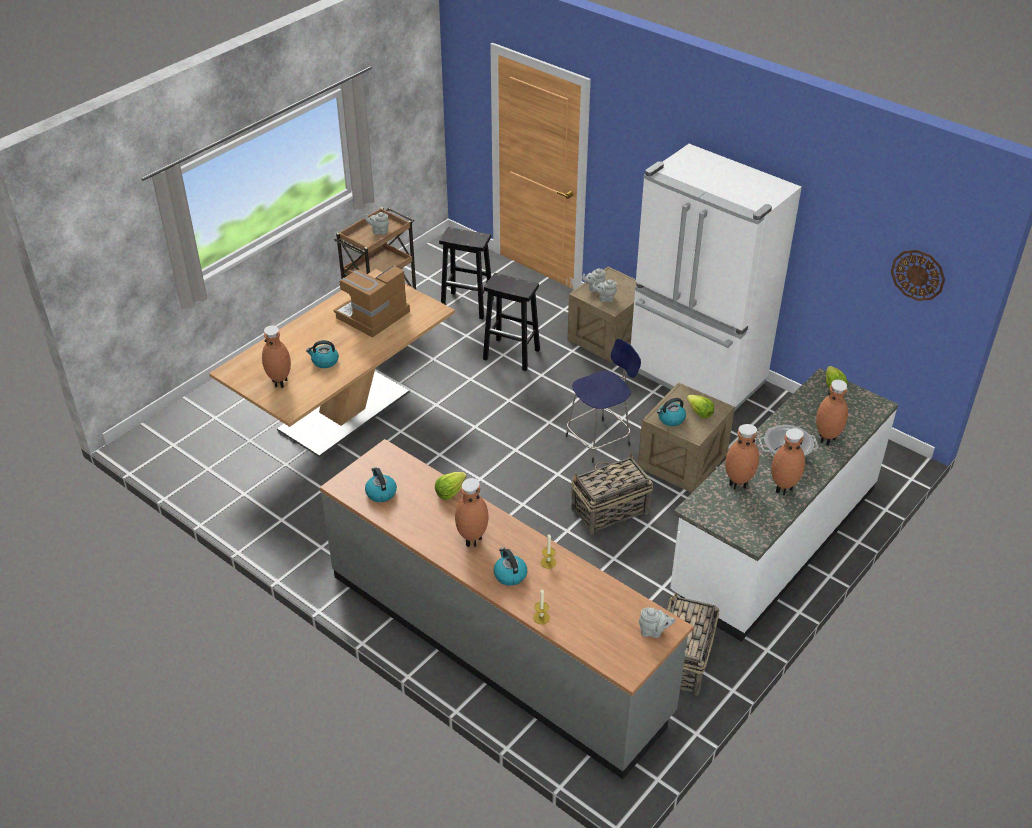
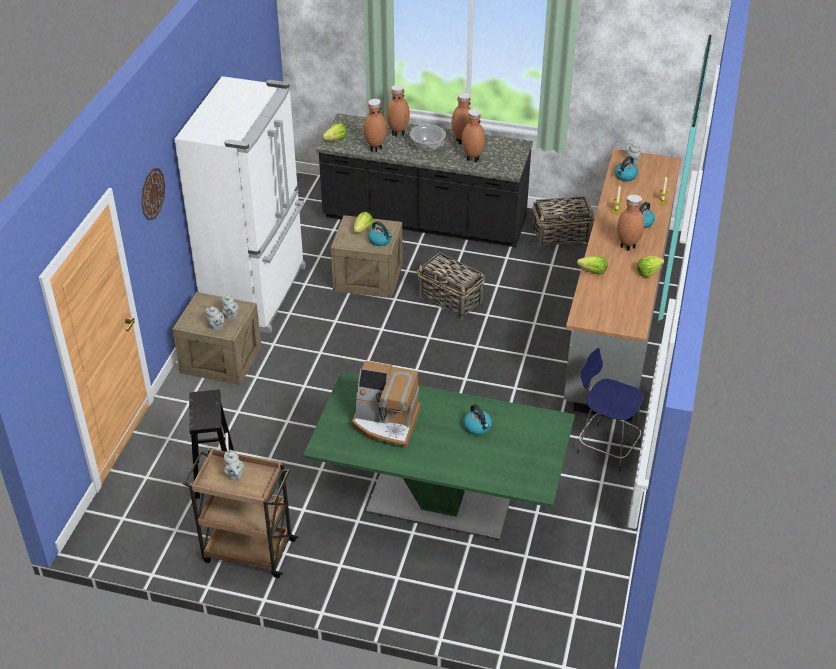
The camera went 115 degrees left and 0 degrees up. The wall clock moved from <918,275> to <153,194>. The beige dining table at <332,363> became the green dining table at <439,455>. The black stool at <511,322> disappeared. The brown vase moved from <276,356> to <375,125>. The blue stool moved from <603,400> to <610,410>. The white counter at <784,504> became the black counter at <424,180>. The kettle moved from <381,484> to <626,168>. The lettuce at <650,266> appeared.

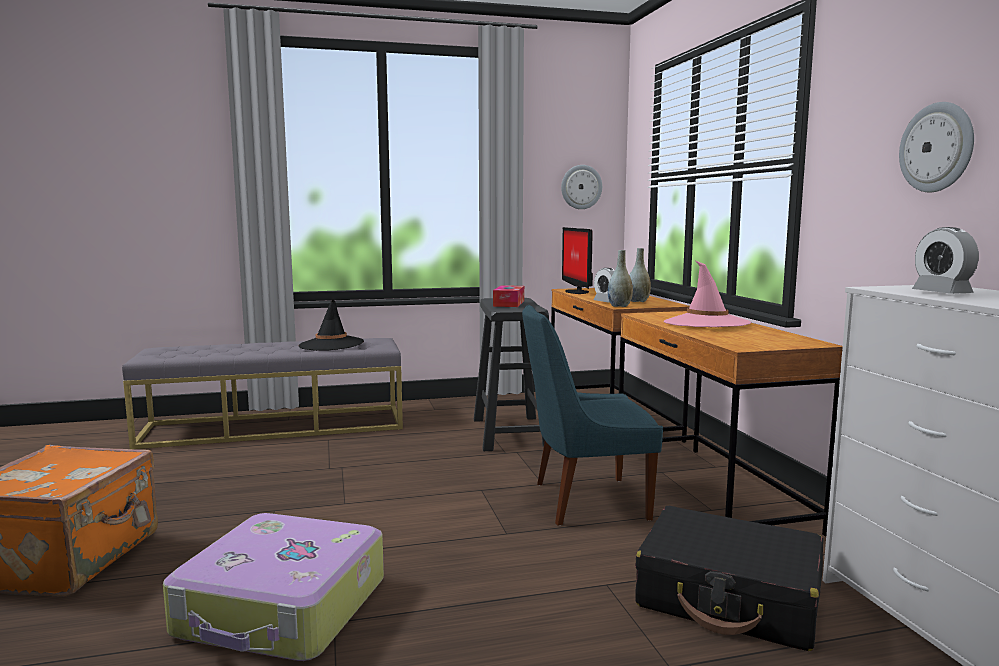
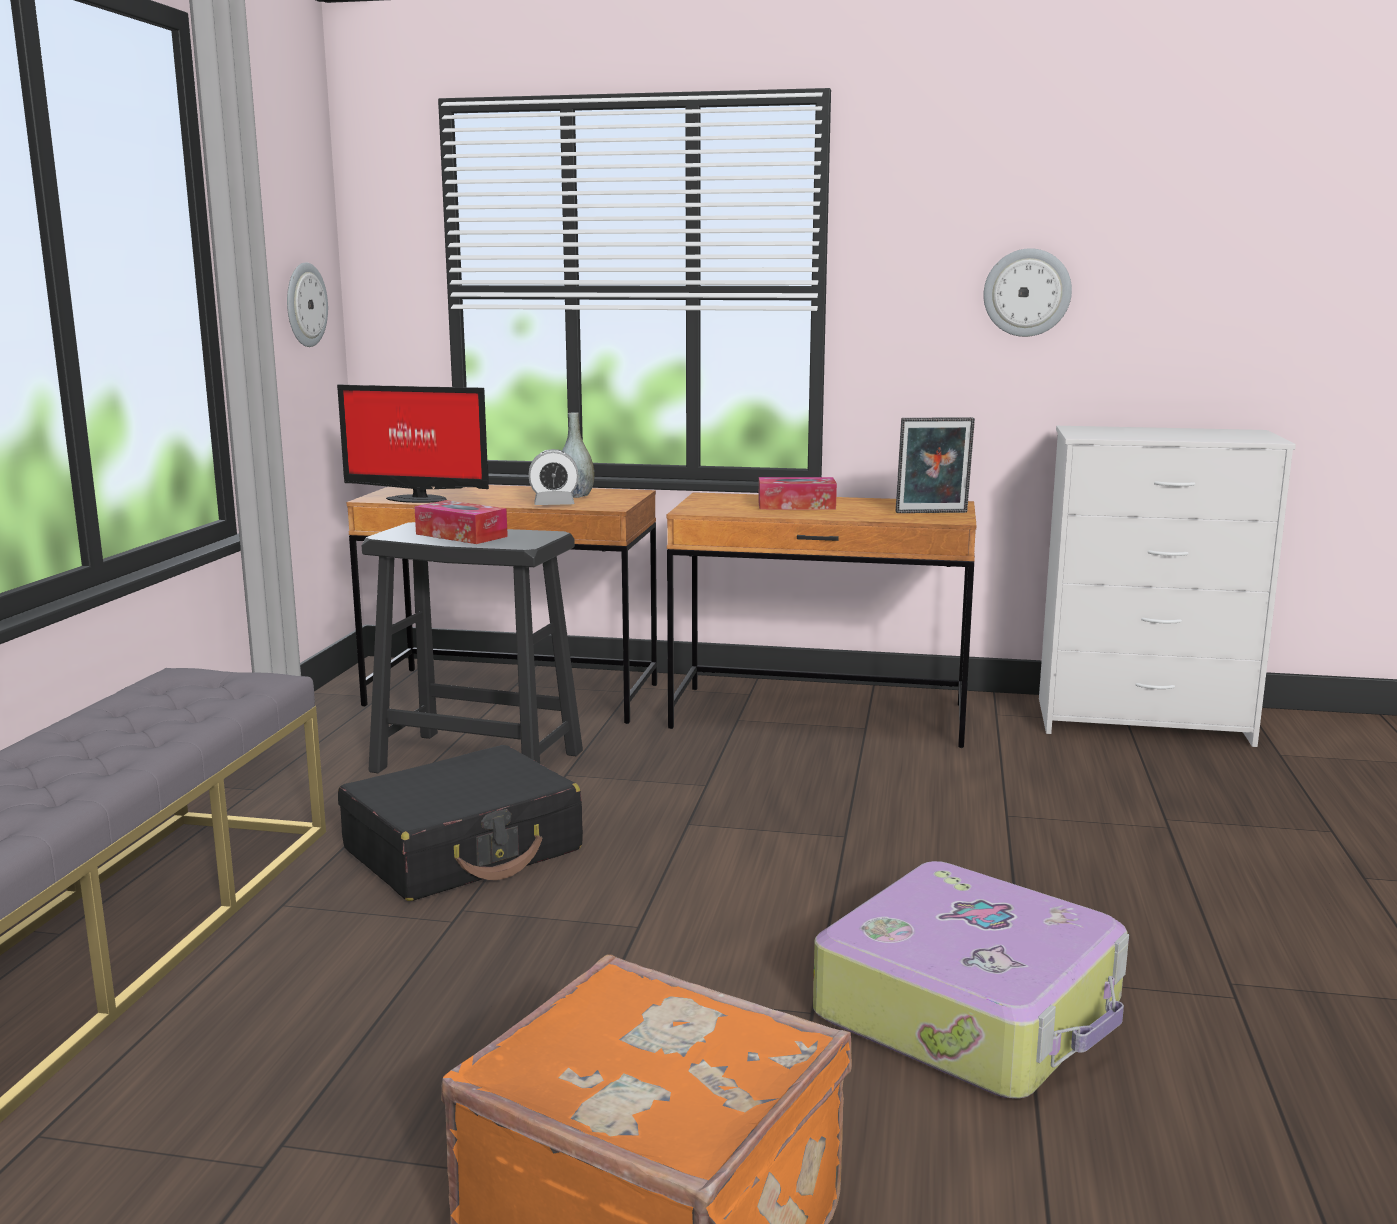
The camera went 65 degrees left and 5 degrees up. The alarm clock at <945,260> disappeared. The grey vase at <620,278> disappeared. The pink hat at <707,294> was replaced by the tissue box at <797,493>. The black hat at <331,325> disappeared. The blue chair at <592,415> disappeared. The black suitcase moved from <729,578> to <460,823>. The picture frame at <935,465> appeared.

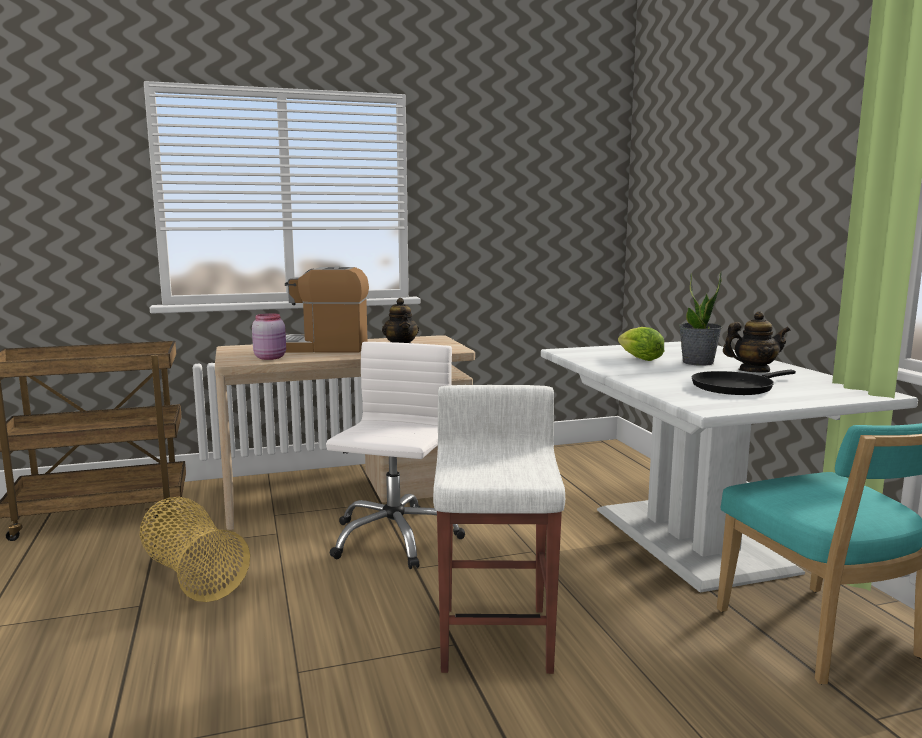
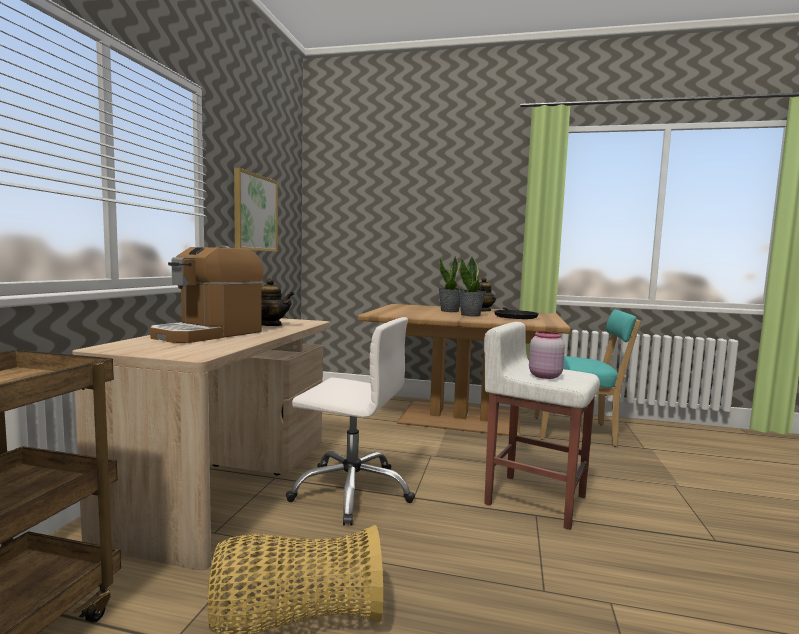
The camera went 60 degrees left and 5 degrees down. The pink jar moved from <269,336> to <547,355>. The lettuce at <641,344> disappeared. The white dining table at <729,467> became the brown dining table at <464,370>. The white office chair at <395,455> turned 150 degrees clockwise. The picture at <256,210> appeared. The potted plant at <472,286> appeared.

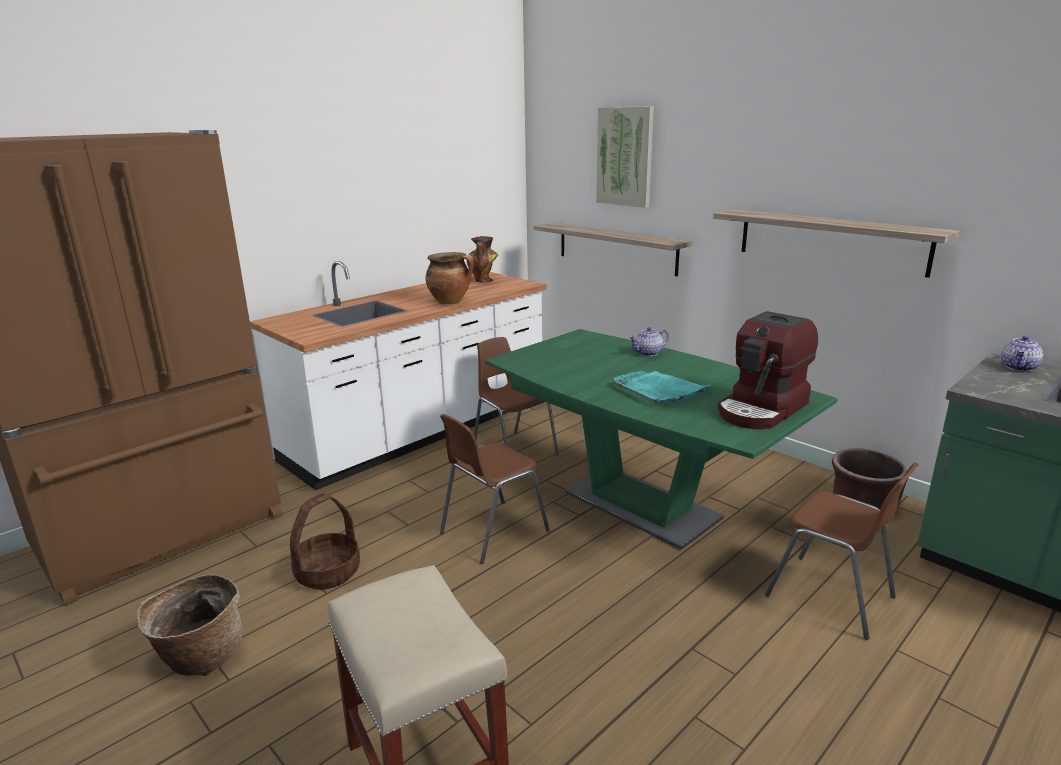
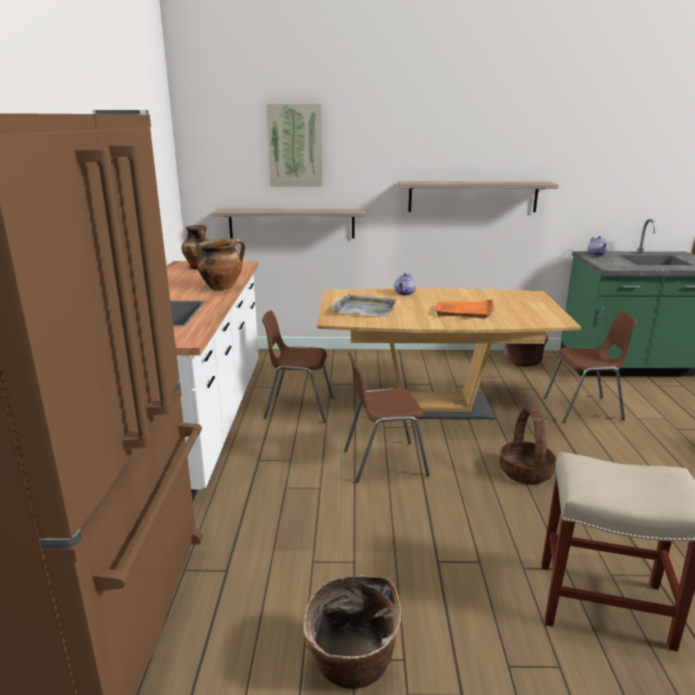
The camera went 45 degrees left and 0 degrees up. The coffee machine at <768,370> disappeared. The green dining table at <661,439> became the brown dining table at <449,353>. The turquoise tray at <662,388> became the orange tray at <464,308>. The brown chair at <495,489> turned 75 degrees clockwise. The basket moved from <325,541> to <528,445>. The grey tray at <364,305> appeared.

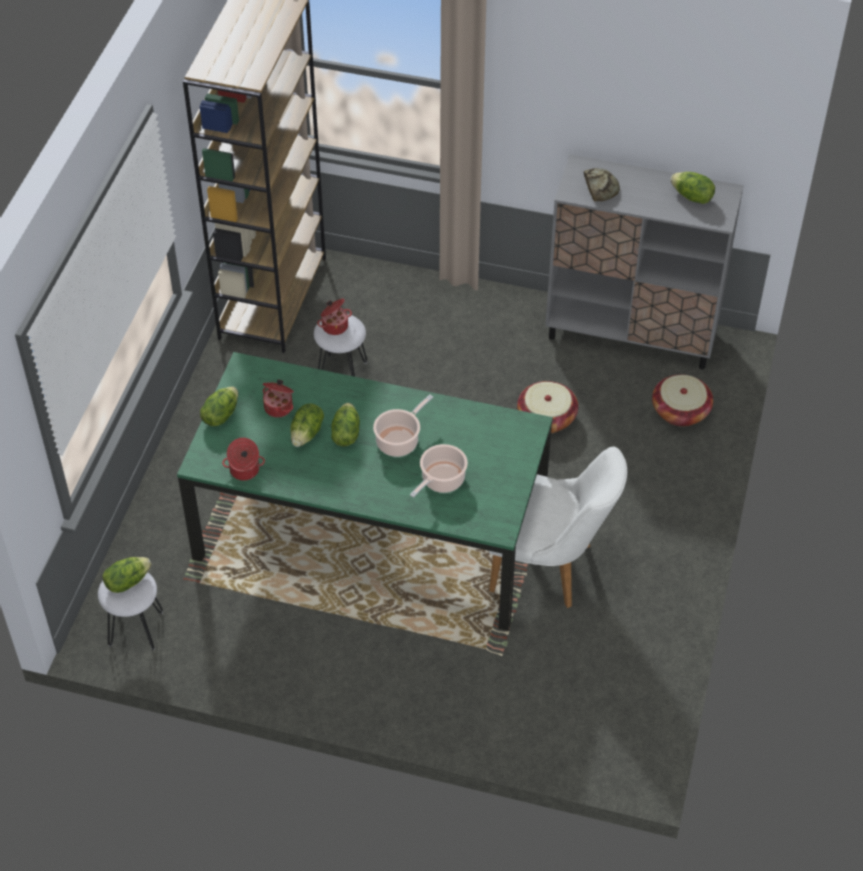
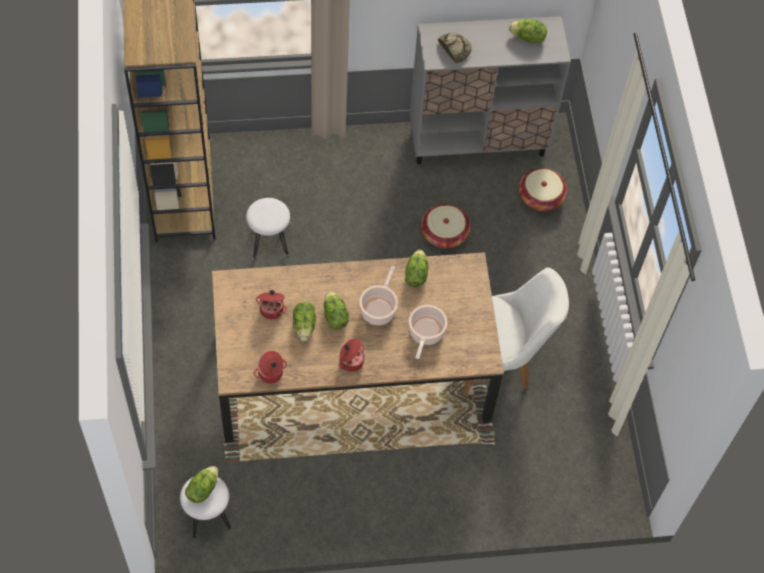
The camera went 25 degrees left and 10 degrees up. The cooking pot moved from <334,316> to <352,355>. The green dining table at <365,491> became the brown dining table at <358,347>. The lettuce moved from <219,406> to <416,268>.

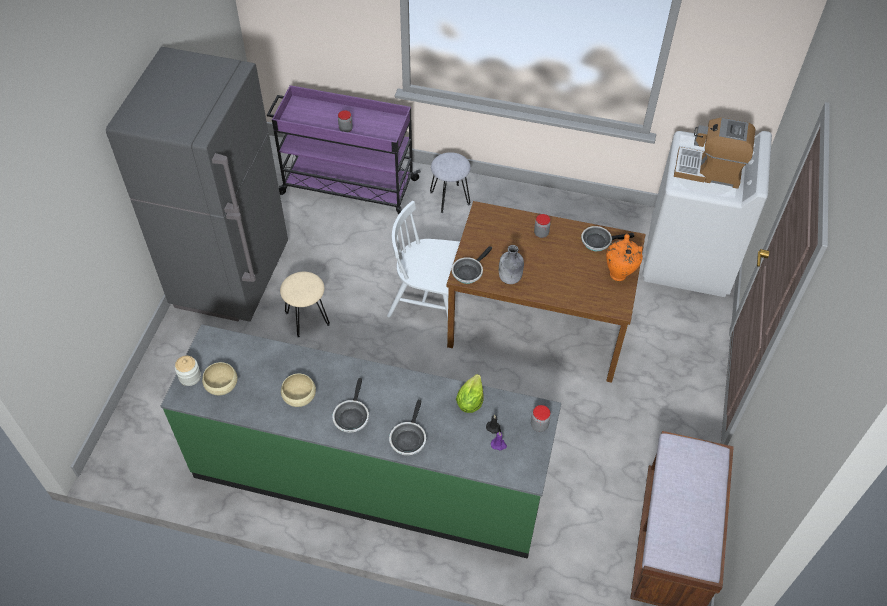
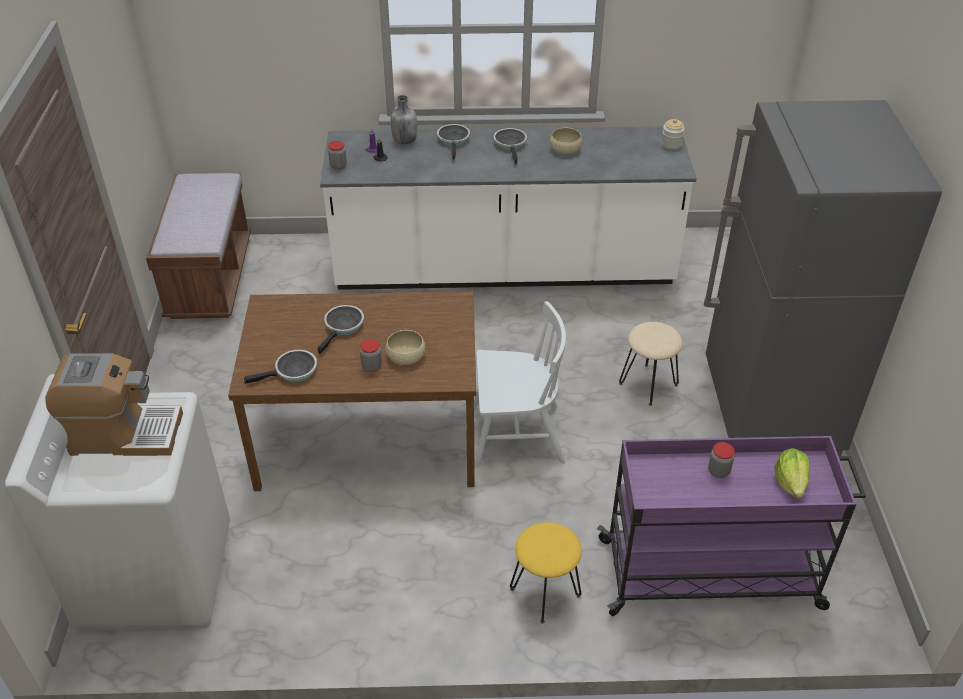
The camera went 165 degrees right and 10 degrees down. The grey stool at <450,182> became the yellow stool at <546,573>. The orange vase at <624,257> disappeared. The grey bottle moved from <511,264> to <404,119>. The frying pan moved from <472,265> to <341,329>. The green counter at <361,441> became the white counter at <508,208>. The beige bowl moved from <220,378> to <405,347>. The lettuce moved from <469,393> to <792,473>.

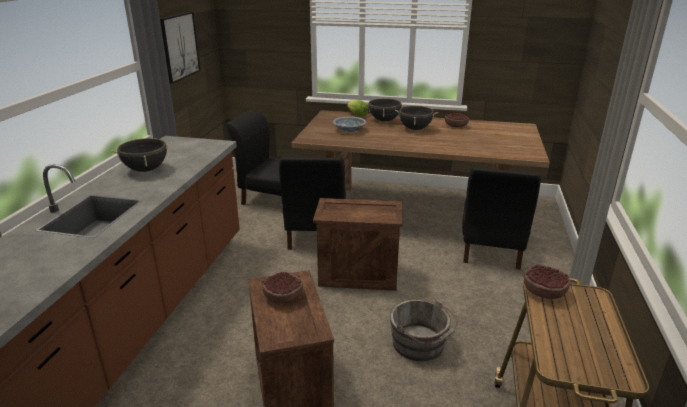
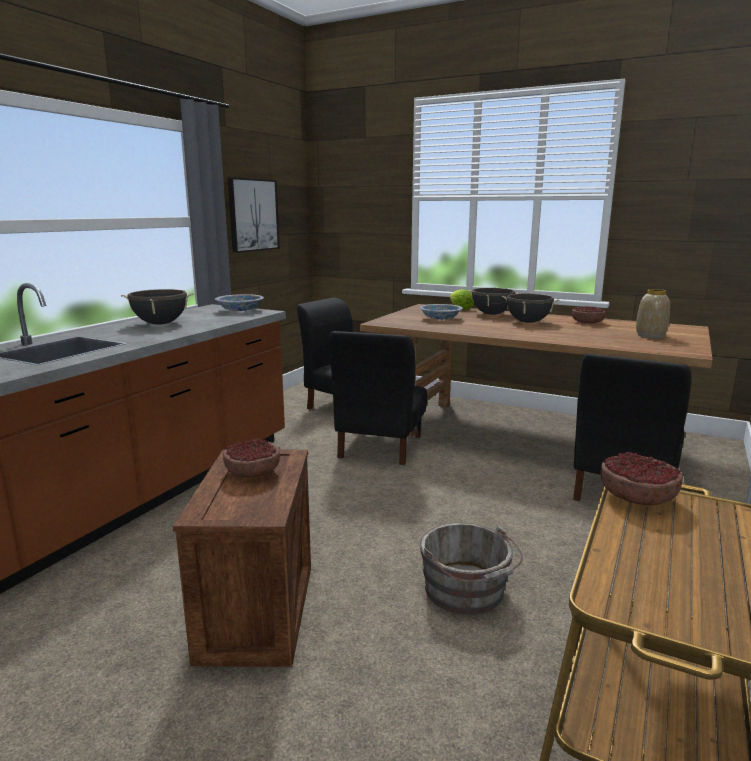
The camera went 15 degrees right and 10 degrees down. The crate at <357,244> disappeared. The vase at <653,314> appeared. The bowl at <239,302> appeared.

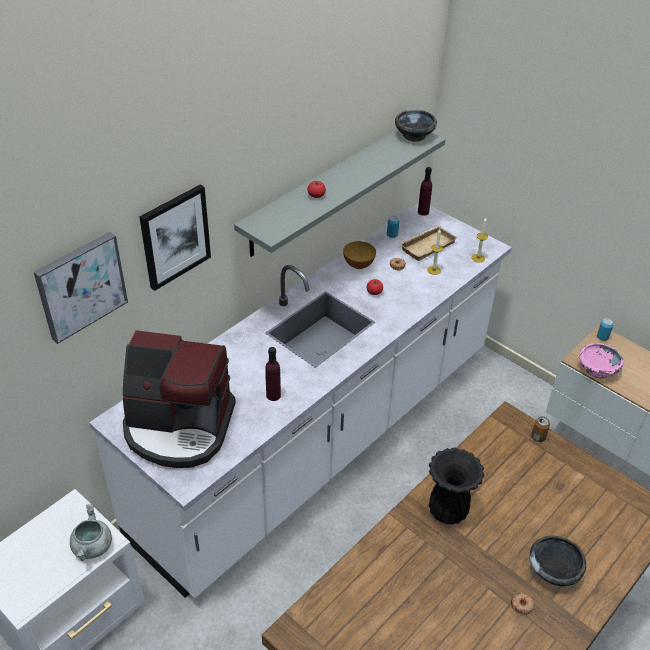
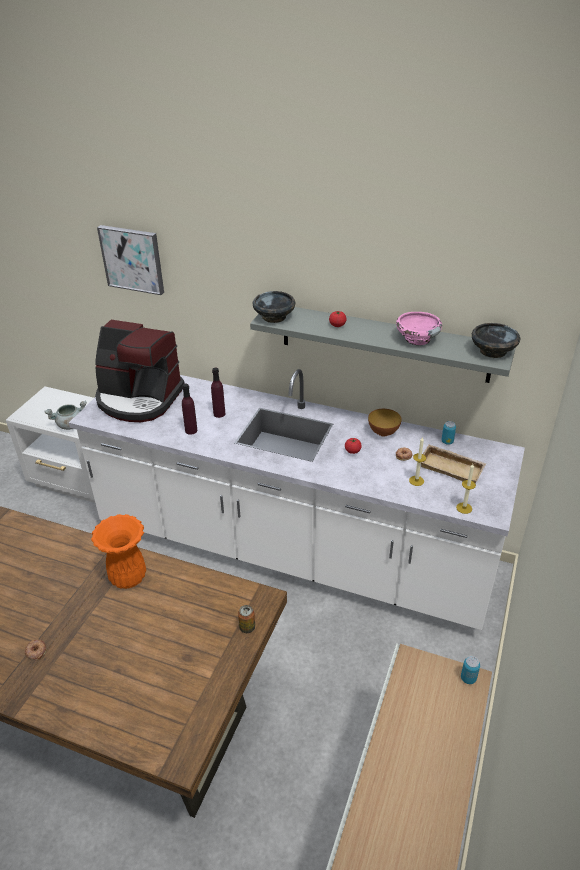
The camera went 70 degrees right and 5 degrees down. The purple bottle moved from <425,191> to <218,393>. The picture at <175,238> disappeared. The coffee machine at <179,399> turned 60 degrees counterclockwise. The pink bowl moved from <601,361> to <419,329>. The black vase at <457,486> became the orange vase at <118,551>. The black bowl moved from <558,561> to <273,307>.

